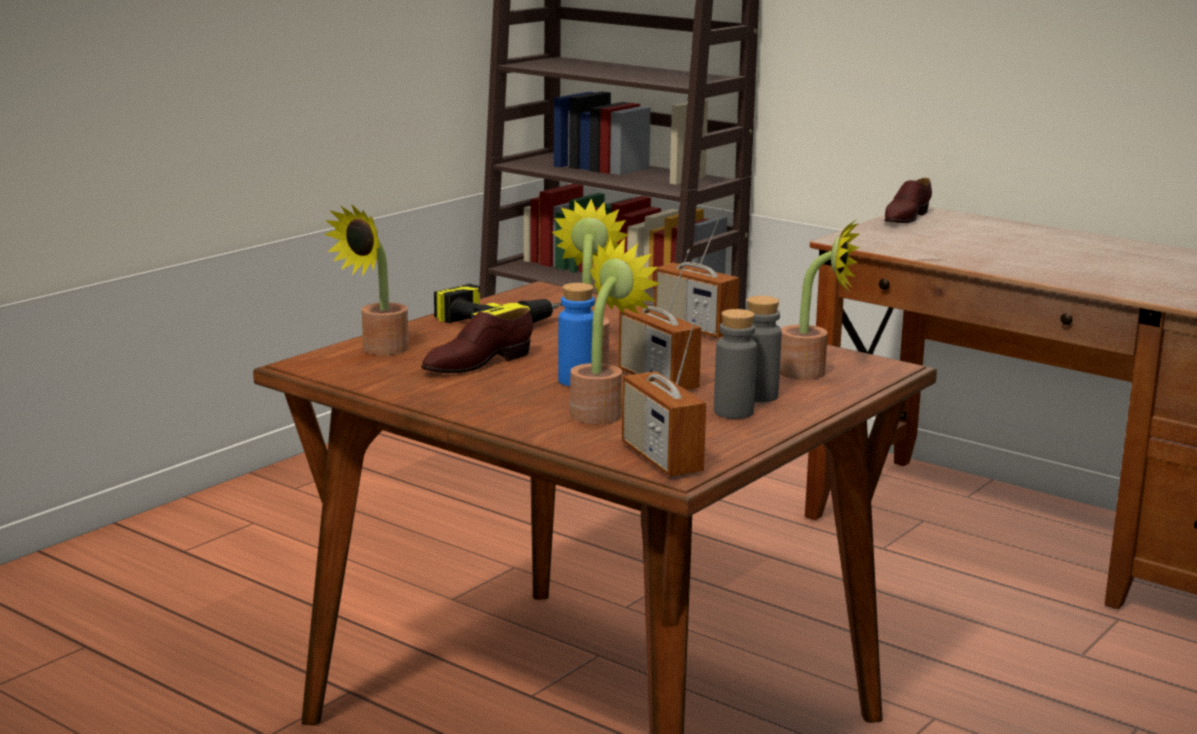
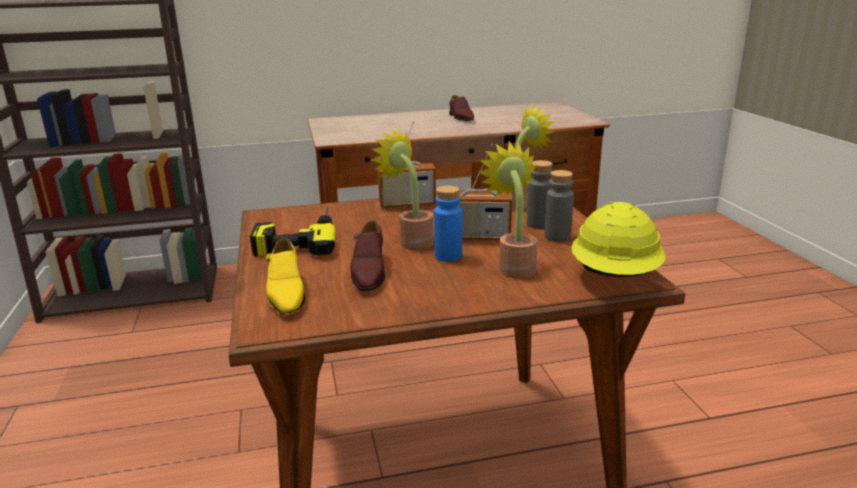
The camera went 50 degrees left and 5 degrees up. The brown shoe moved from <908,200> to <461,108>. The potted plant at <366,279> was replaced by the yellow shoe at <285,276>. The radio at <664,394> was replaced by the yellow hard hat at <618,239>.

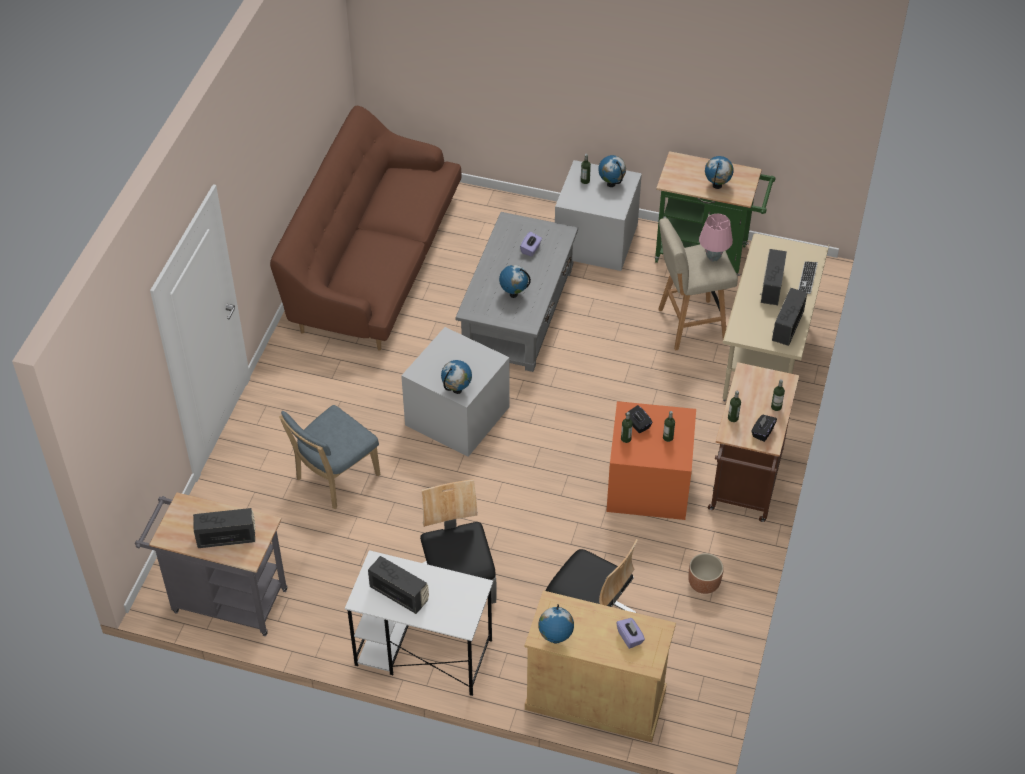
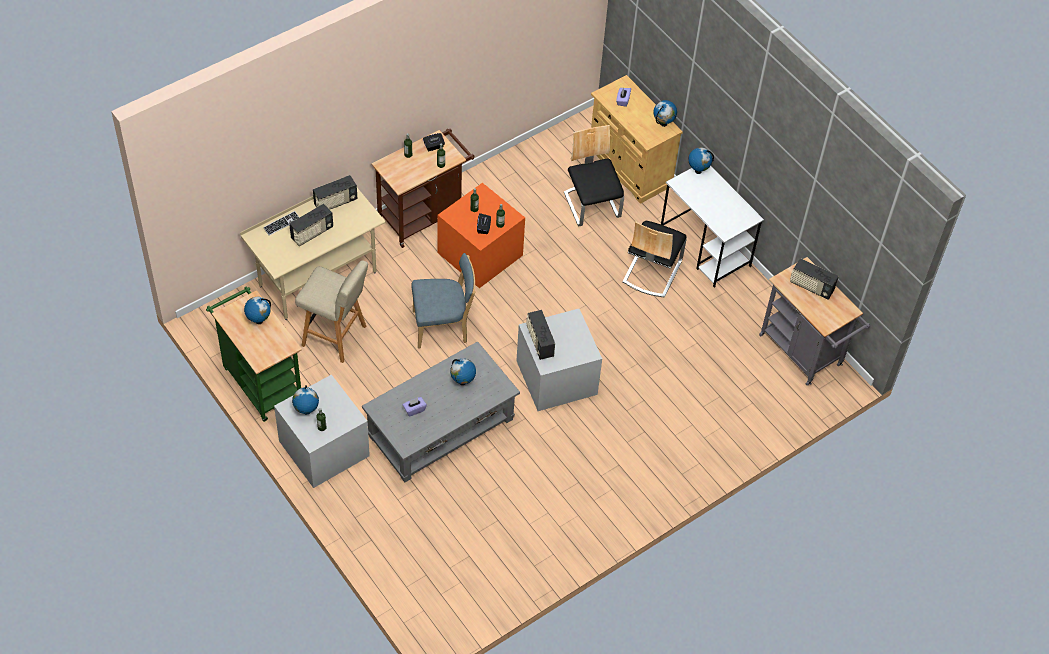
The camera went 145 degrees left and 5 degrees up. The brown sofa at <365,228> disappeared. The pink table lamp at <716,238> disappeared. The globe moved from <456,377> to <701,160>. The blue chair moved from <329,457> to <443,301>. The brown planter at <706,573> disappeared. The radio moved from <398,585> to <540,335>.

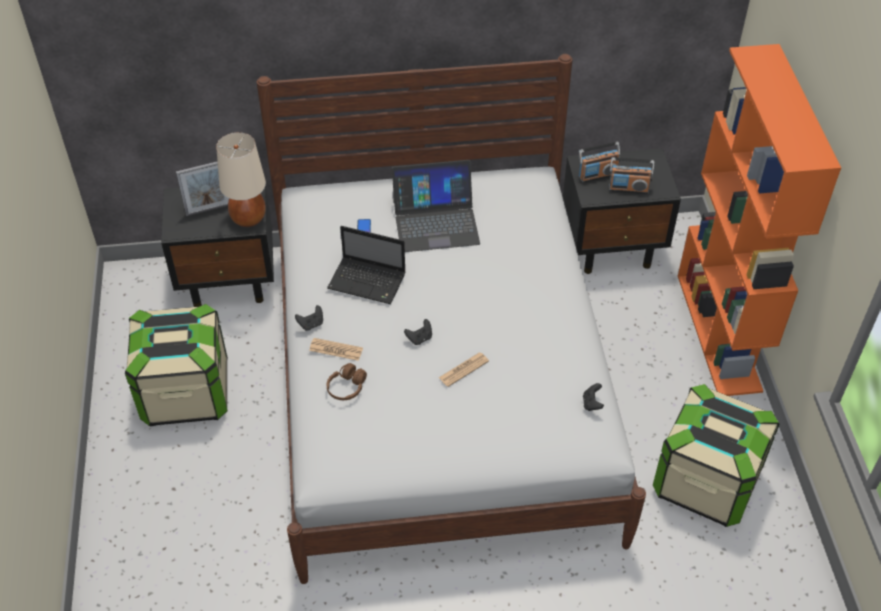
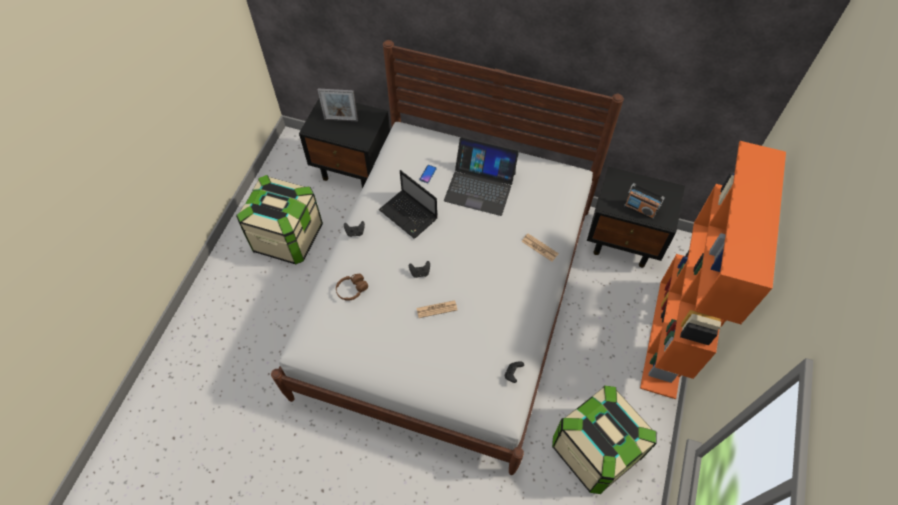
The camera went 25 degrees right and 10 degrees up. The beige table lamp at <241,179> disappeared. The radio at <599,162> disappeared. The newspaper moved from <336,349> to <540,247>.

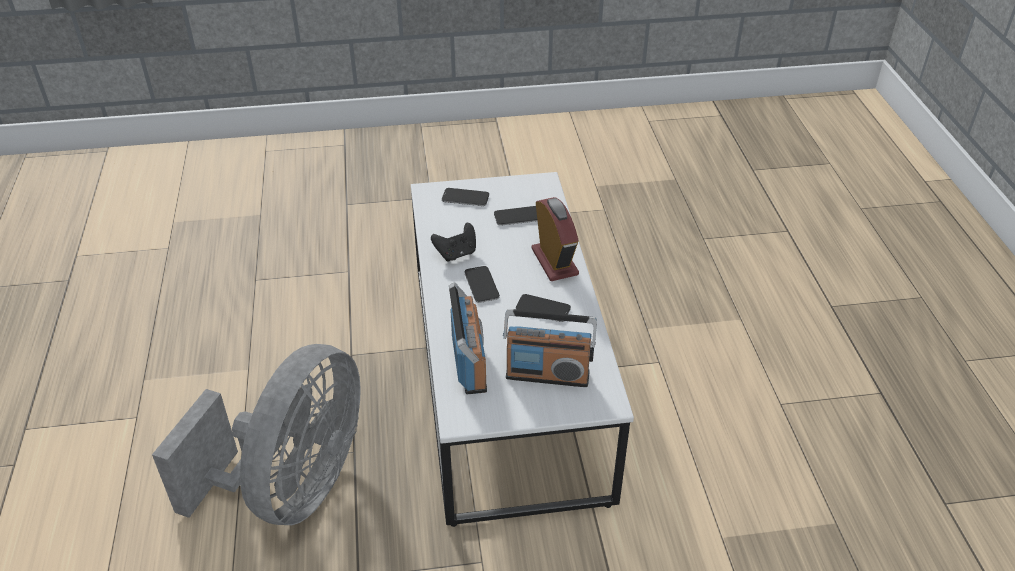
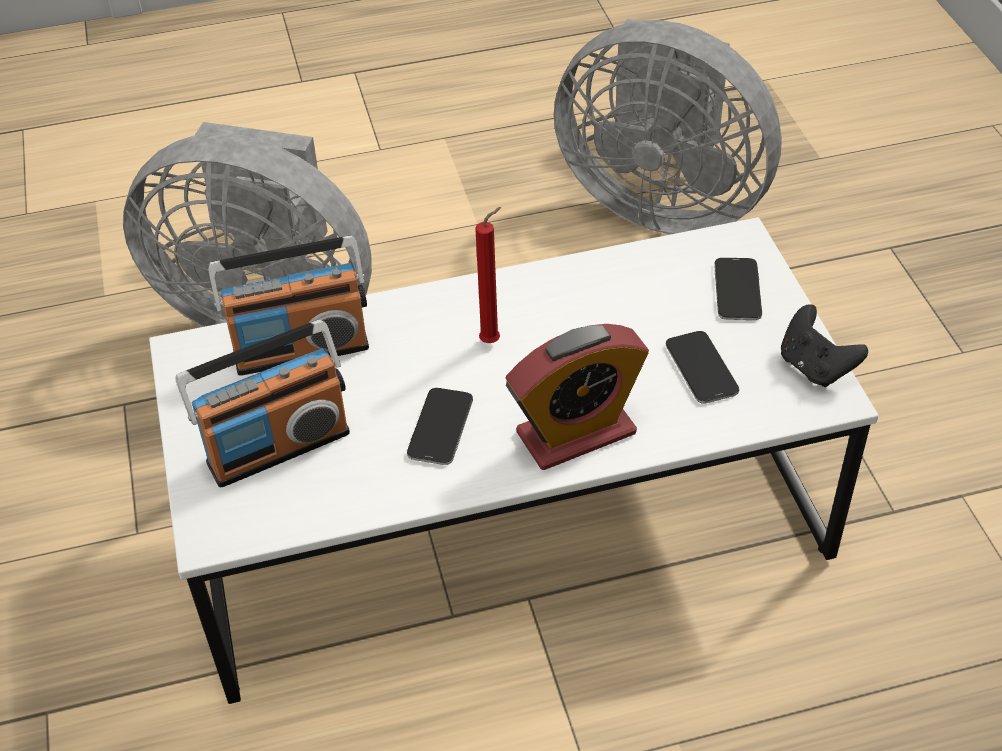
The camera went 85 degrees right and 5 degrees up. The black game controller moved from <453,242> to <824,345>. The phone at <482,284> was replaced by the red candle at <488,275>. The radio at <550,348> turned 120 degrees counterclockwise. The grey fan at <668,126> appeared.

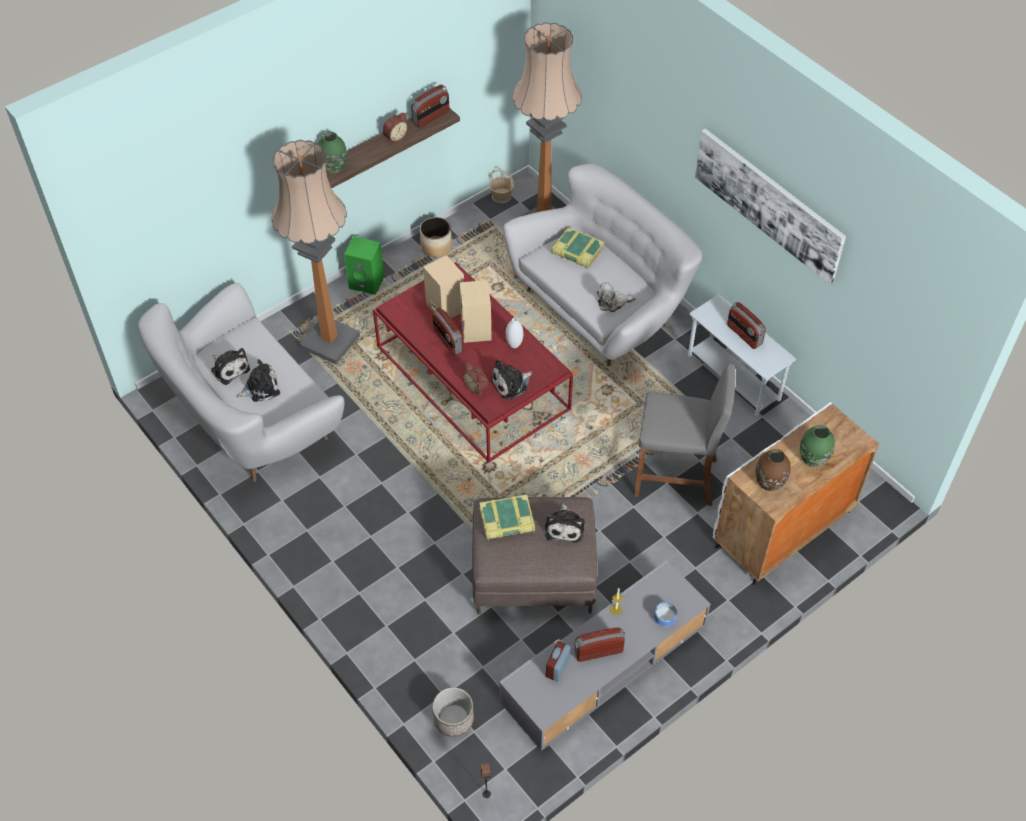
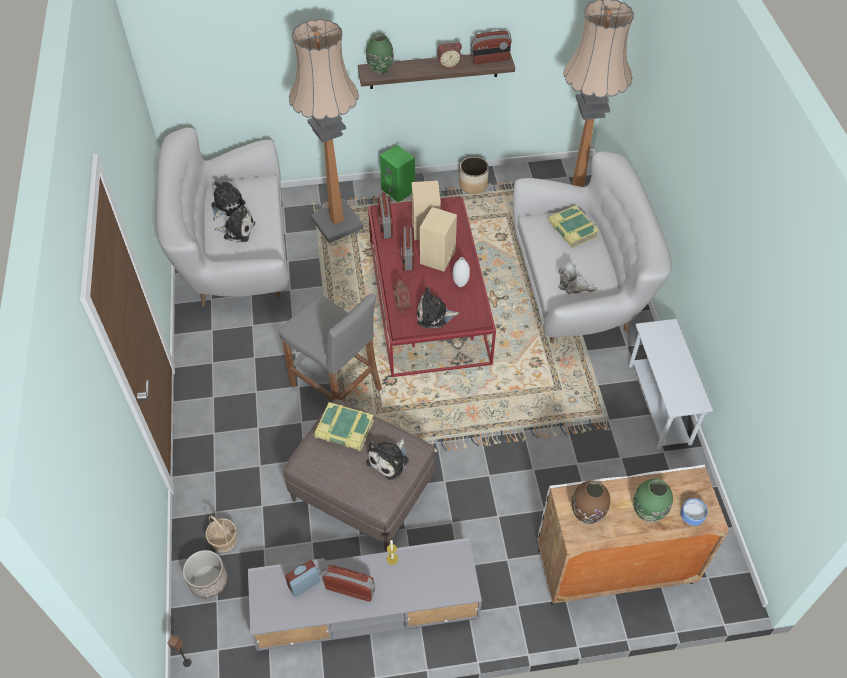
The camera went 30 degrees right and 0 degrees up. The picture at <770,206> disappeared. The basket moved from <501,186> to <221,533>. The radio moved from <746,325> to <385,215>. The plush toy at <230,366> turned 135 degrees counterclockwise. The grey stool moved from <684,435> to <330,347>. The bowl moved from <665,614> to <694,512>.

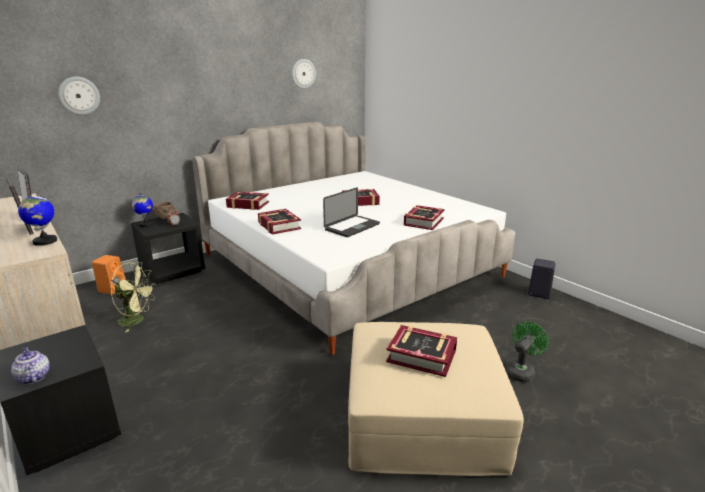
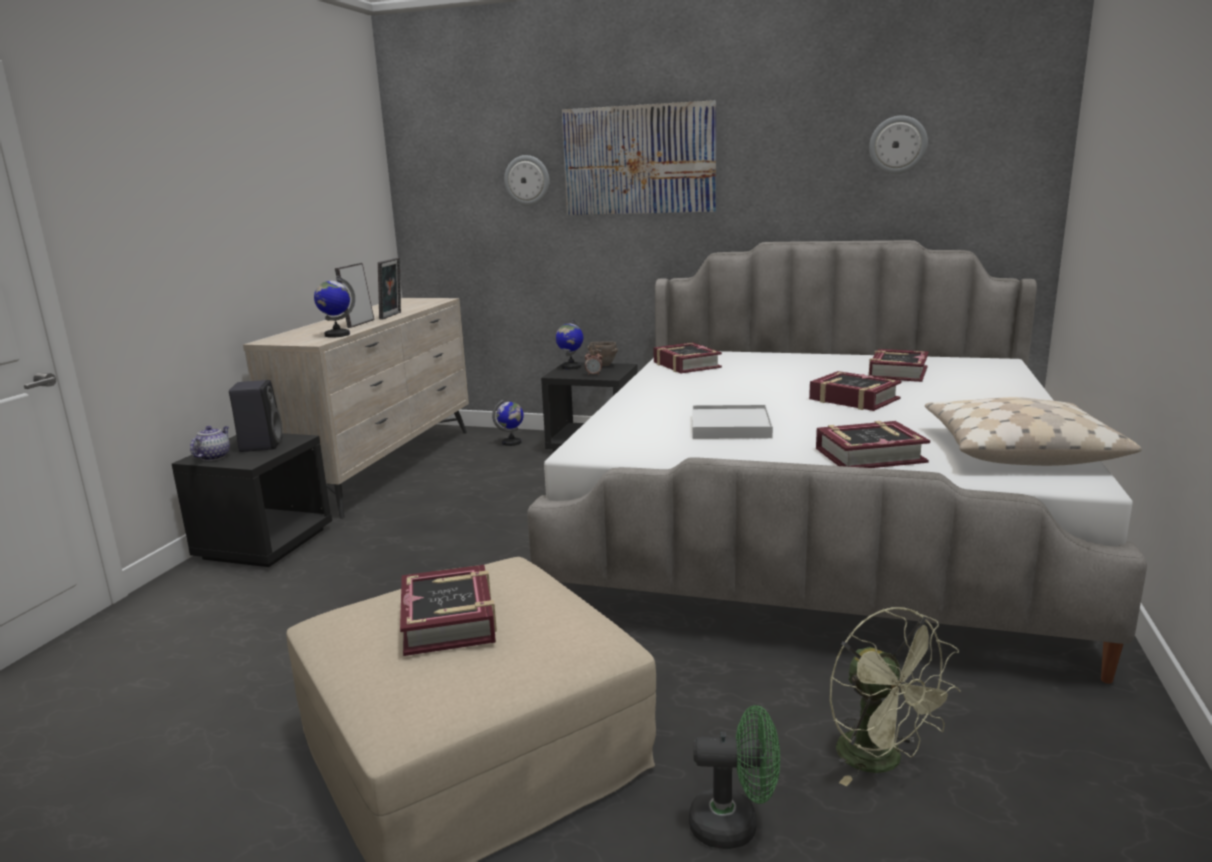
The camera went 55 degrees right and 5 degrees down. The laptop at <351,212> was replaced by the white tray at <732,422>. The book moved from <279,222> to <899,365>. The orange speaker at <109,275> was replaced by the globe at <508,422>. The black speaker moved from <541,279> to <255,416>. The green fan moved from <133,297> to <895,696>. The picture at <639,157> appeared. The beige pillow at <1033,431> appeared.

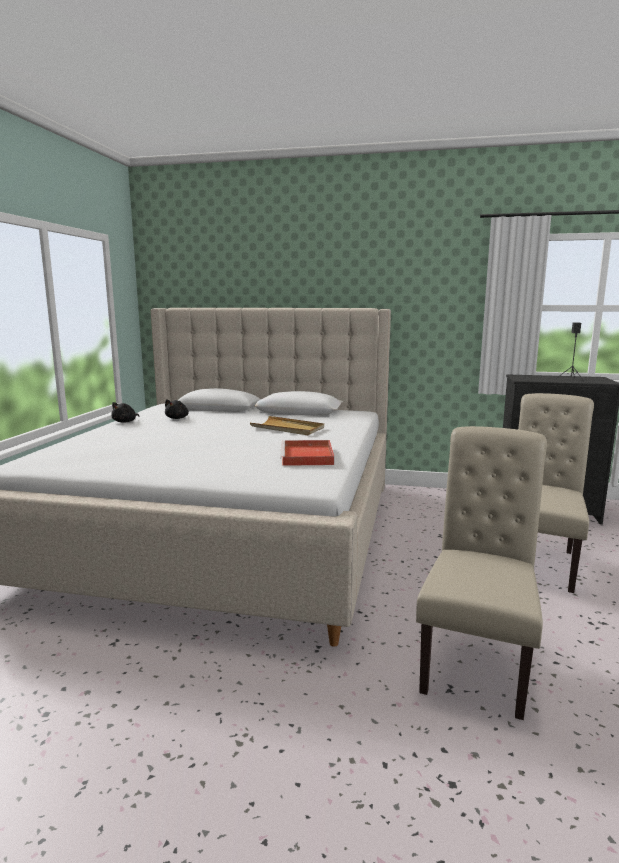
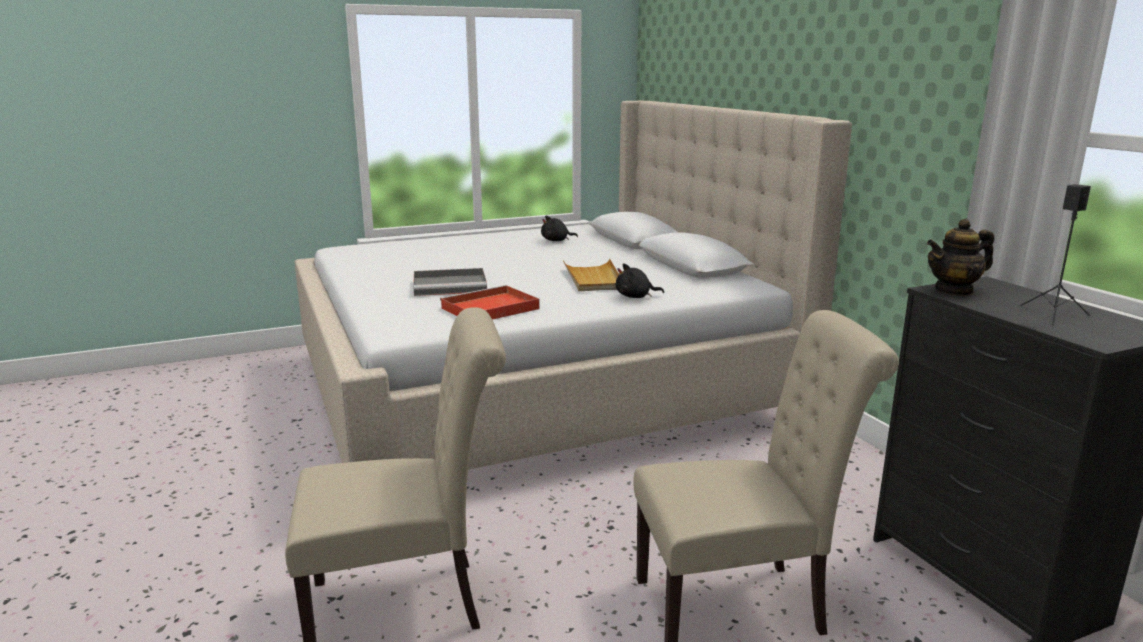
The camera went 55 degrees right and 5 degrees up. The black plush toy moved from <125,412> to <640,281>. The teapot at <961,257> appeared. The grey tray at <450,282> appeared.

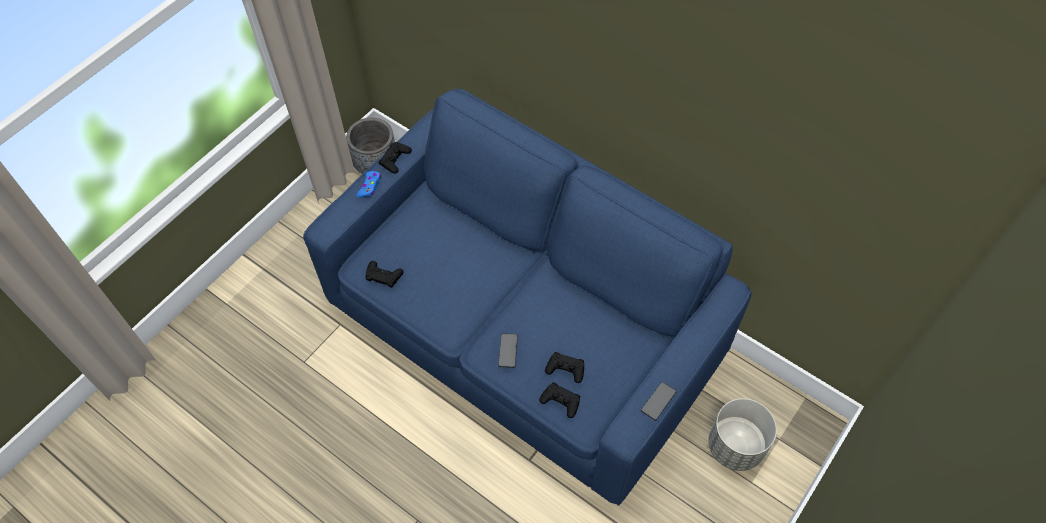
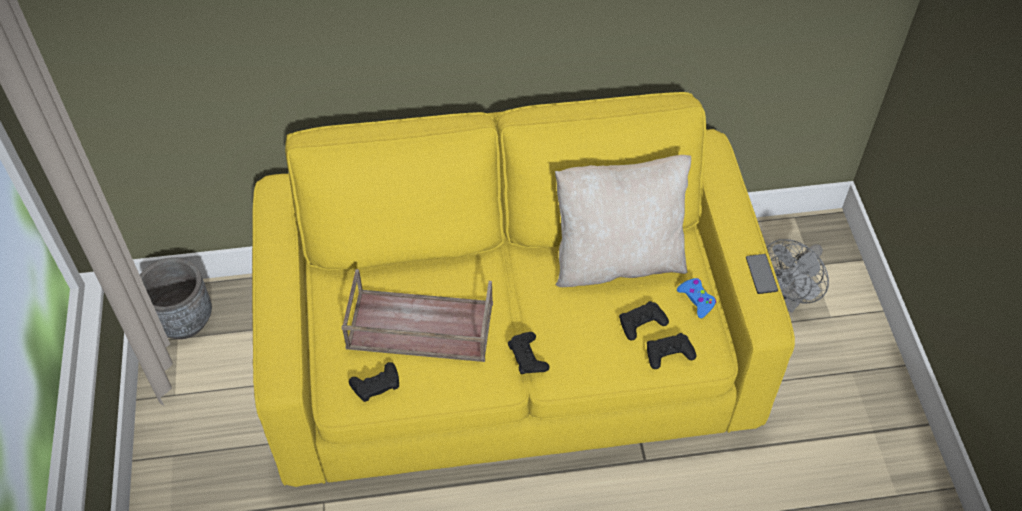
The camera went 45 degrees left and 5 degrees down. The blue sofa at <527,296> became the yellow sofa at <523,289>. The black game controller moved from <395,158> to <528,353>. The blue game controller moved from <368,184> to <696,298>. The phone at <508,350> disappeared. The grey planter at <742,434> was replaced by the grey fan at <798,276>. The beige pillow at <623,221> appeared. The brown tray at <417,315> appeared.

